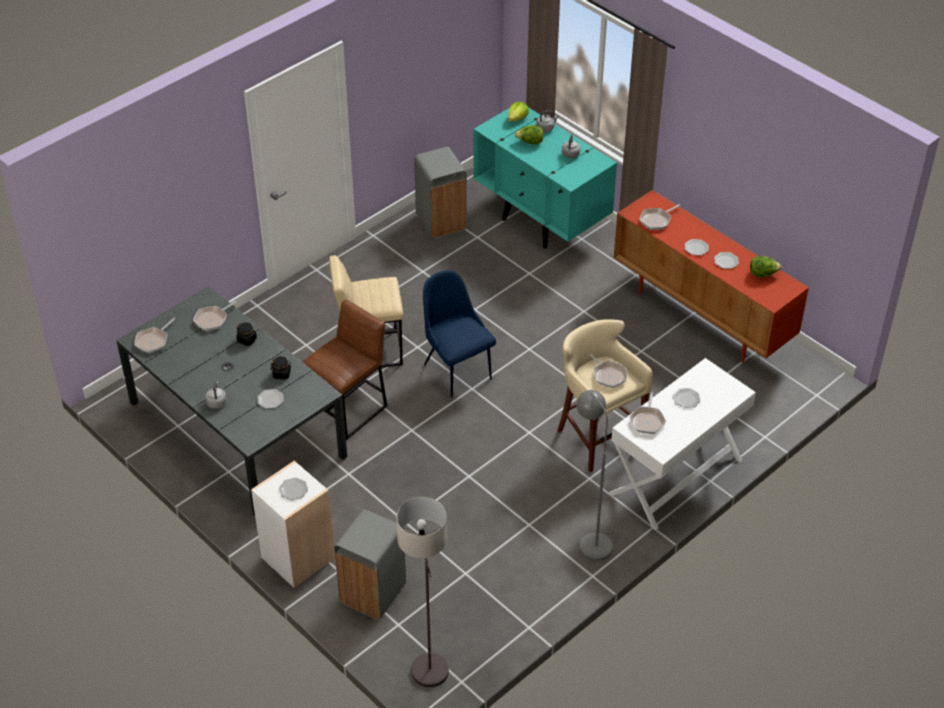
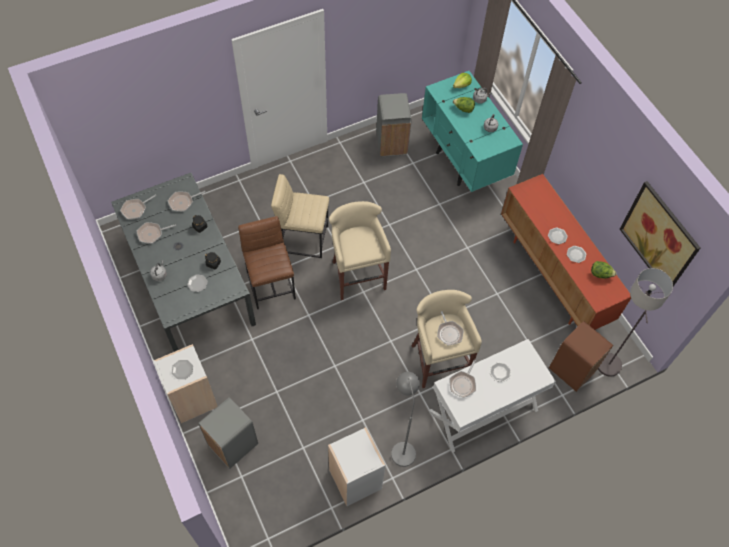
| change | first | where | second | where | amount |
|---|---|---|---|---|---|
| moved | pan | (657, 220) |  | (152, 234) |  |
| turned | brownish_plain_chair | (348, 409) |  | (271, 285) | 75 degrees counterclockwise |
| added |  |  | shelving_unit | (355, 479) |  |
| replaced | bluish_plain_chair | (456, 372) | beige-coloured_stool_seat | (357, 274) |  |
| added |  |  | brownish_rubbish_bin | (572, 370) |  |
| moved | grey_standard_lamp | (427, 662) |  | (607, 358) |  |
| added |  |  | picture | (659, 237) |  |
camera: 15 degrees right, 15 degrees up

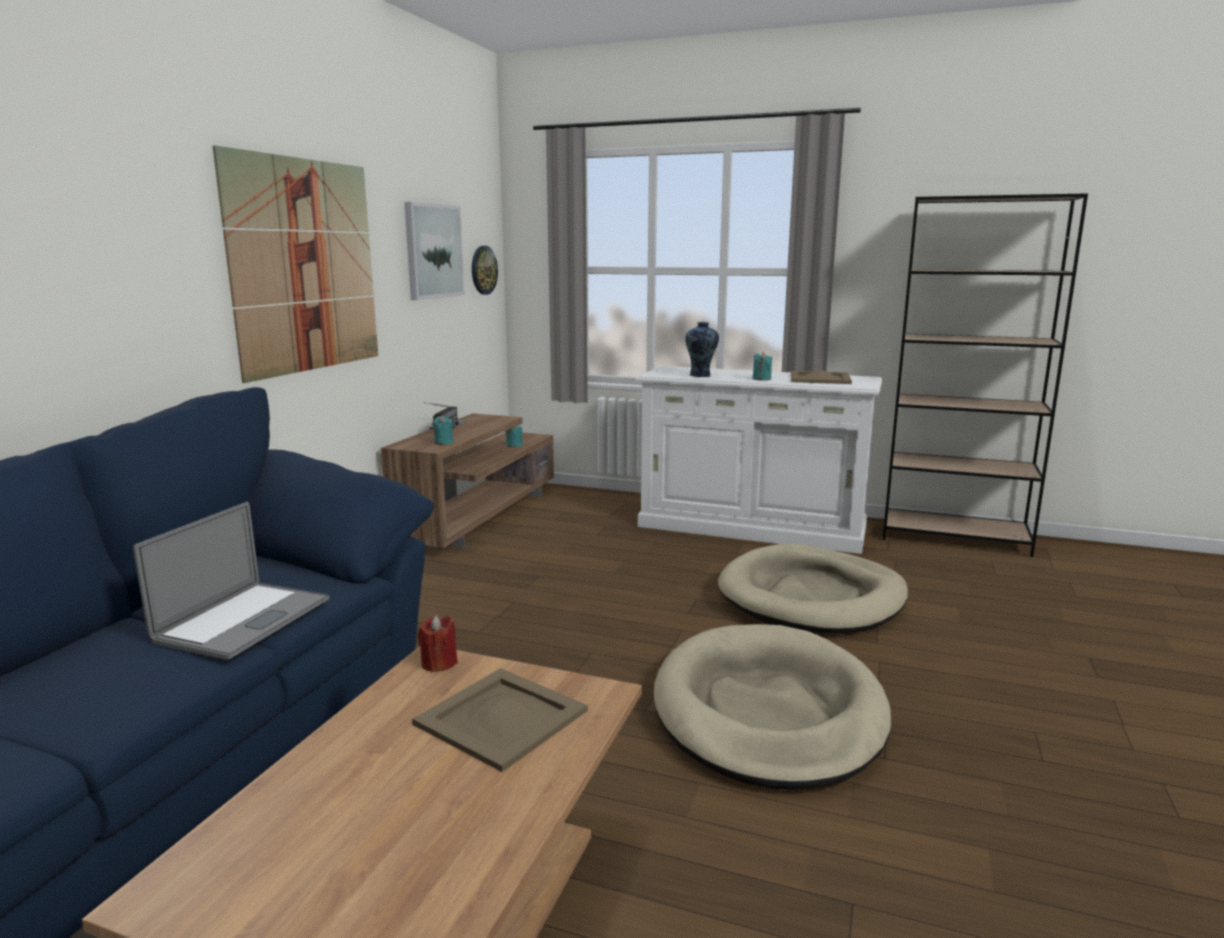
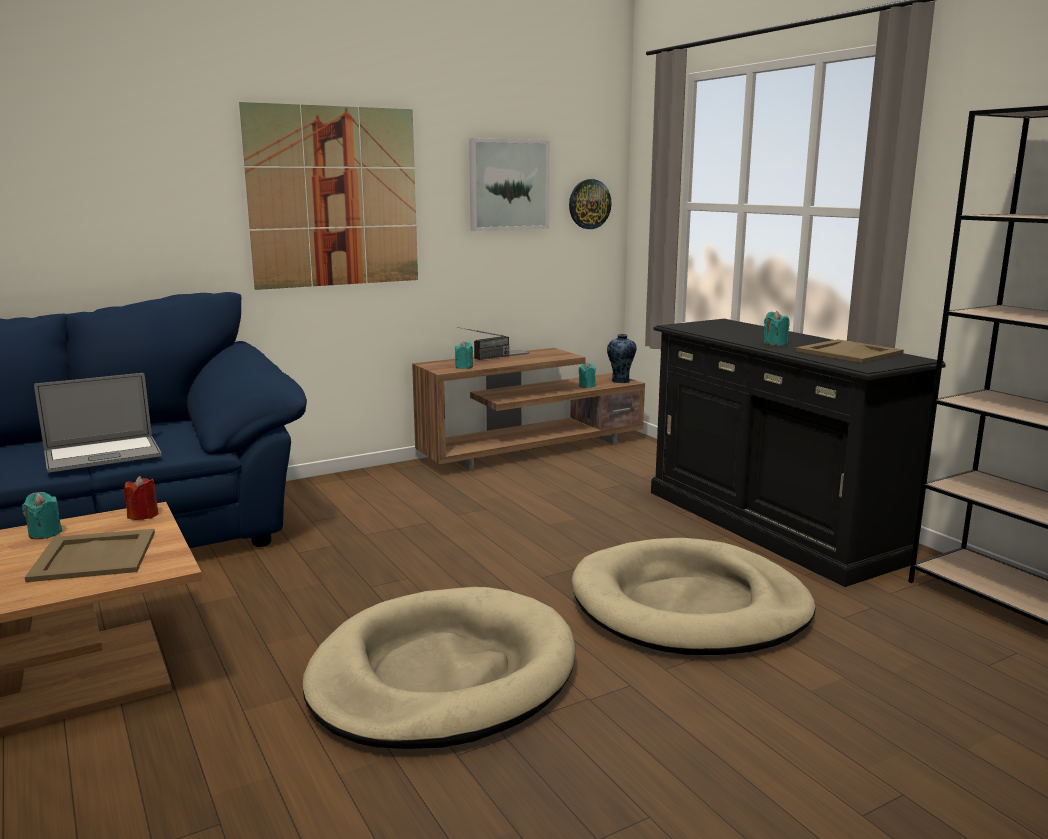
| change | first | where | second | where | amount |
|---|---|---|---|---|---|
| added |  |  | turquoise-coloured_candle | (45, 533) |  |
| moved | vase | (701, 375) |  | (620, 381) |  |
| recoloured | white-coloured_cupboard | (752, 527) | blackish_cupboard | (770, 525) |  |
camera: 40 degrees right, 0 degrees up

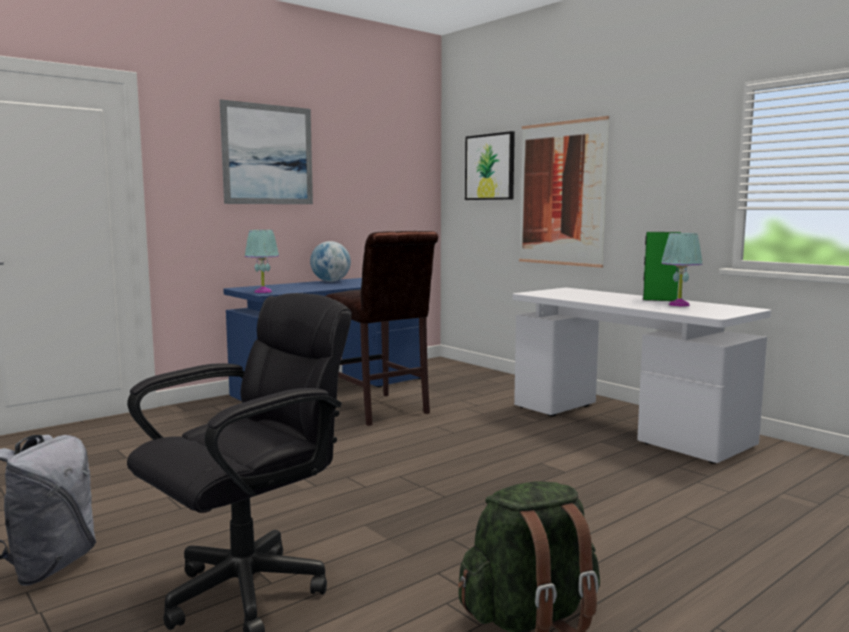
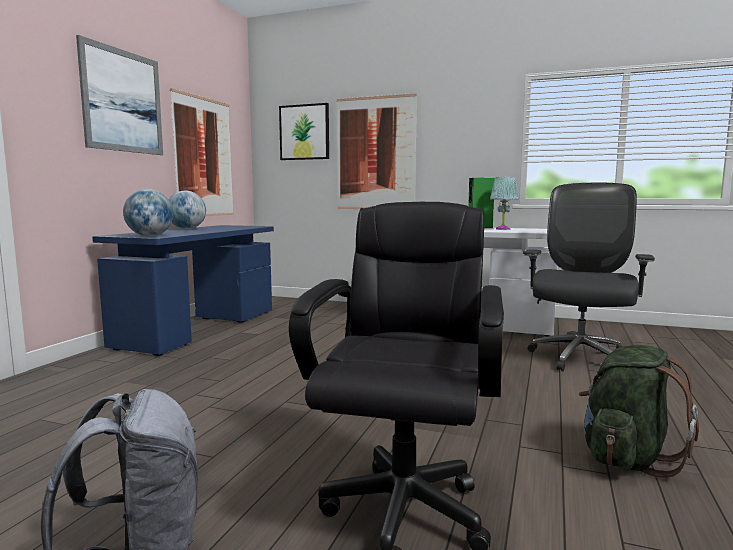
| change | first | where | second | where | amount |
|---|---|---|---|---|---|
| replaced | turquoise-coloured_lamp_for_a_table | (263, 292) | desk_globe | (150, 236) |  |
| added |  |  | picture | (203, 157) |  |
| added |  |  | desk_chair | (580, 357) |  |
| removed | brownish_stool_seat | (380, 411) |  |  |  |
camera: 30 degrees left, 0 degrees up

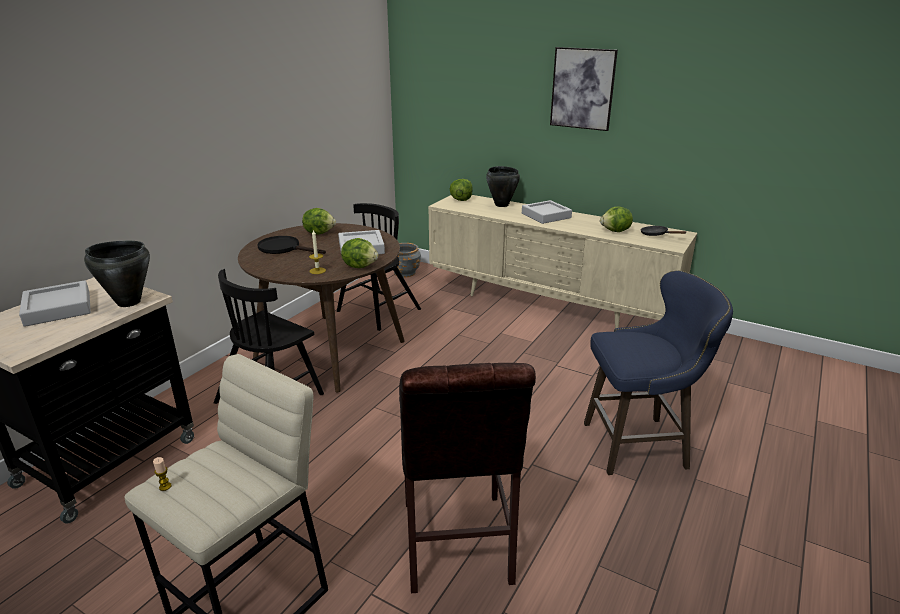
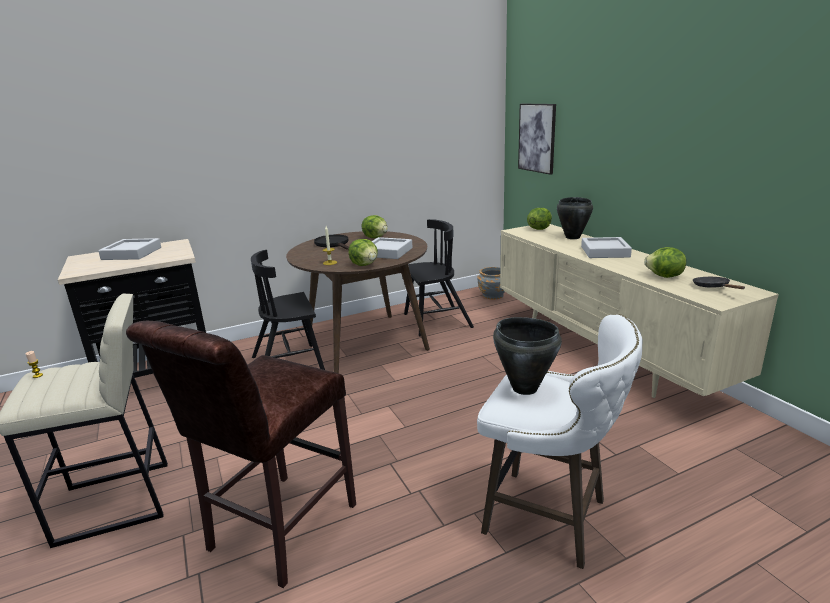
| change | first | where | second | where | amount |
|---|---|---|---|---|---|
| recoloured | bluish_stool_seat | (639, 445) | white-coloured_stool_seat | (551, 518) |  |
| moved | blackish_stockpot | (128, 302) |  | (524, 388) |  |
| moved | picture | (582, 88) |  | (537, 138) |  |
camera: 35 degrees right, 5 degrees down

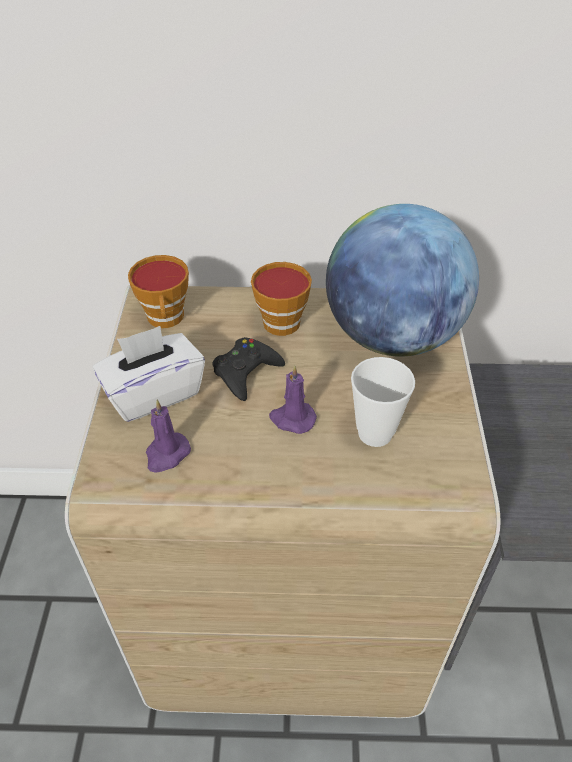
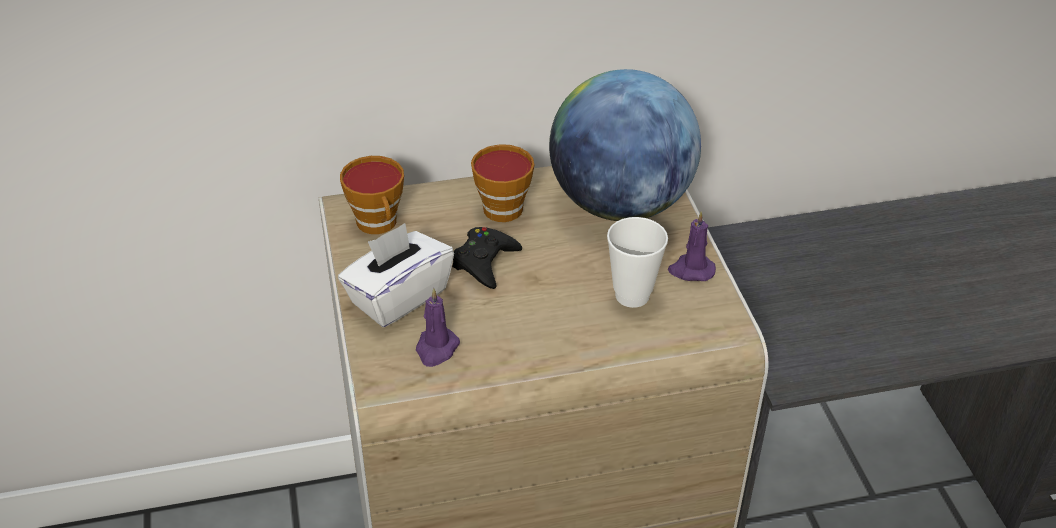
| change | first | where | second | where | amount |
|---|---|---|---|---|---|
| moved | purple-coloured_candle | (292, 419) |  | (691, 270) |  |
camera: 15 degrees left, 5 degrees down

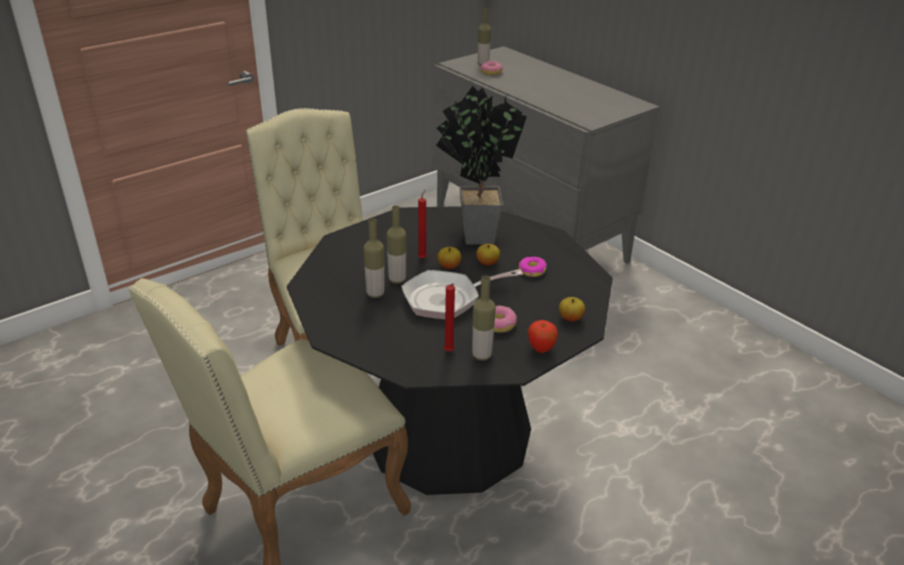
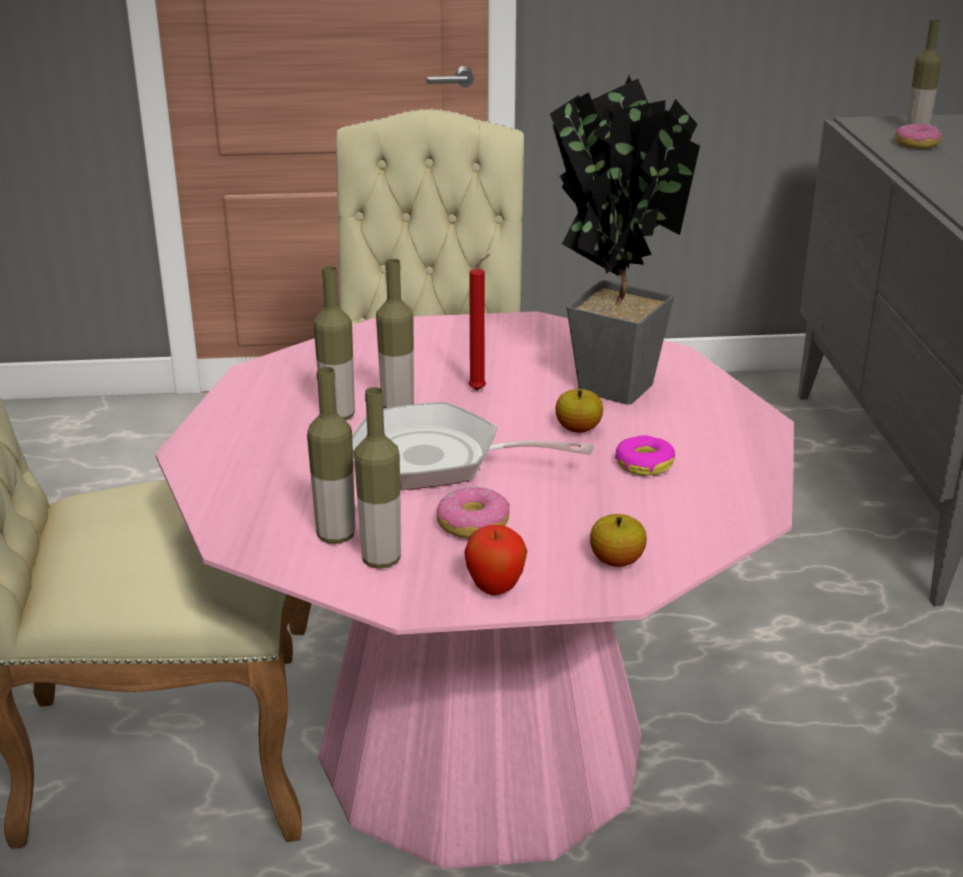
| change | first | where | second | where | amount |
|---|---|---|---|---|---|
| recoloured | blackish_dining_table | (448, 432) | pink-coloured_dining_table | (481, 746) |  |
| replaced | red_candle | (449, 352) | beverage_bottle | (336, 535) |  |
| removed | apple | (449, 266) |  |  |  |
camera: 35 degrees right, 5 degrees down

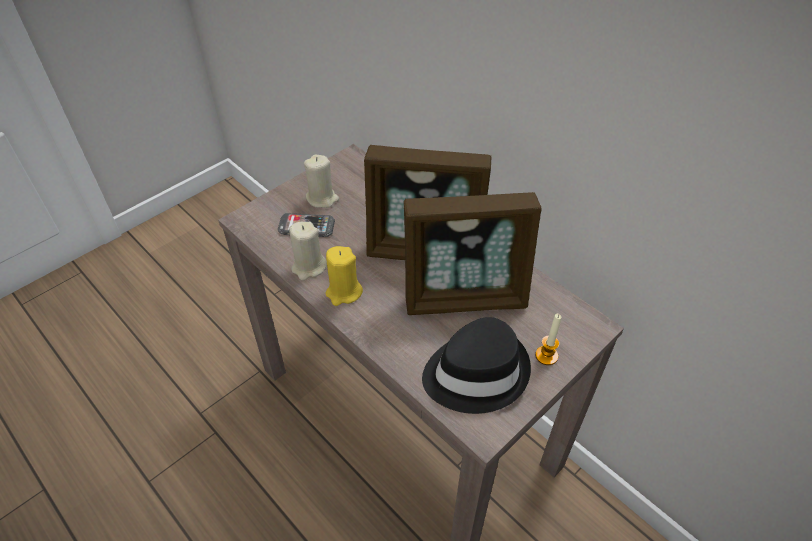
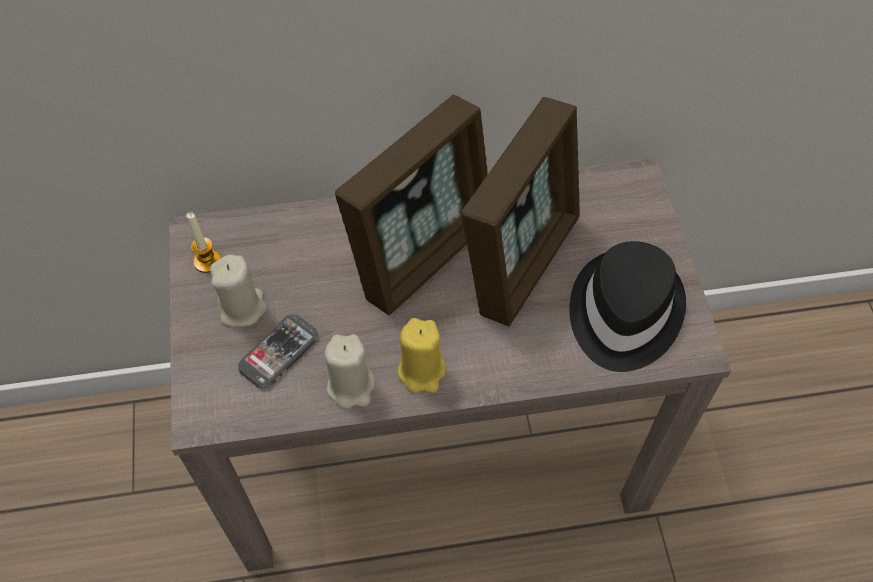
| change | first | where | second | where | amount |
|---|---|---|---|---|---|
| moved | candle | (546, 356) |  | (207, 261) |  |
camera: 55 degrees left, 10 degrees up

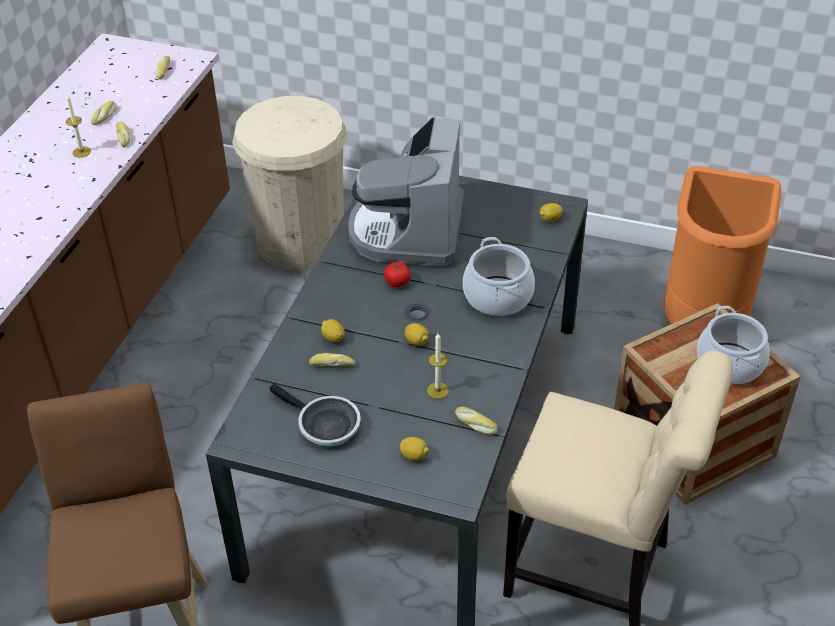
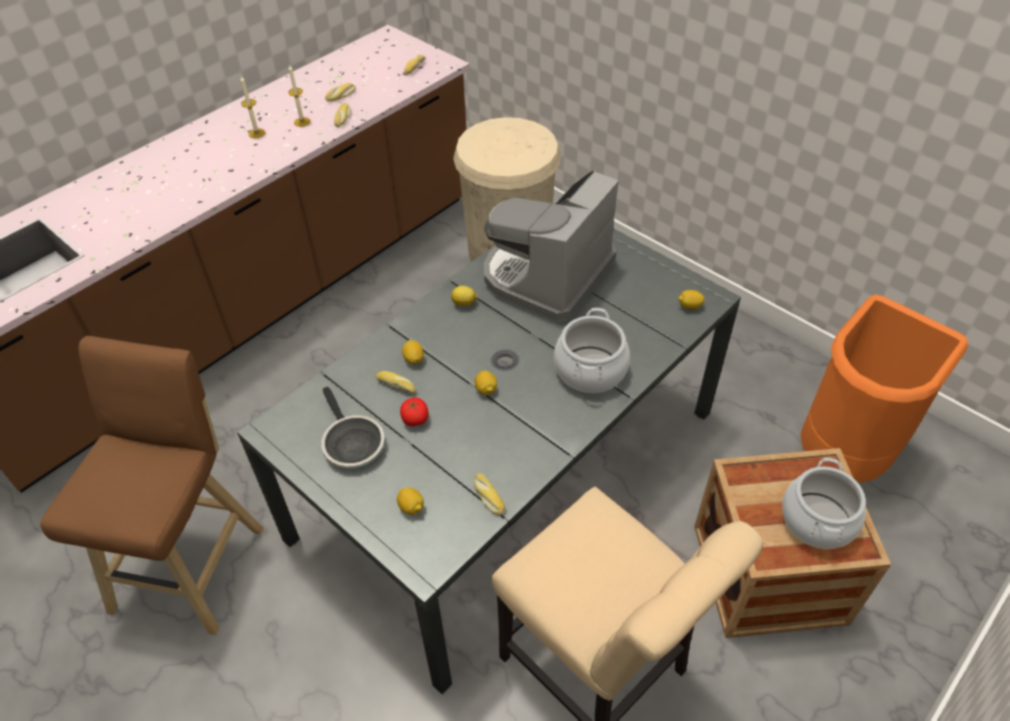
| change | first | where | second | where | amount |
|---|---|---|---|---|---|
| moved | candle | (438, 390) |  | (257, 133) |  |
| moved | fresh_tomato | (397, 282) |  | (415, 419) |  |
| added |  |  | whole_lemon | (464, 303) |  |
camera: 25 degrees right, 5 degrees up

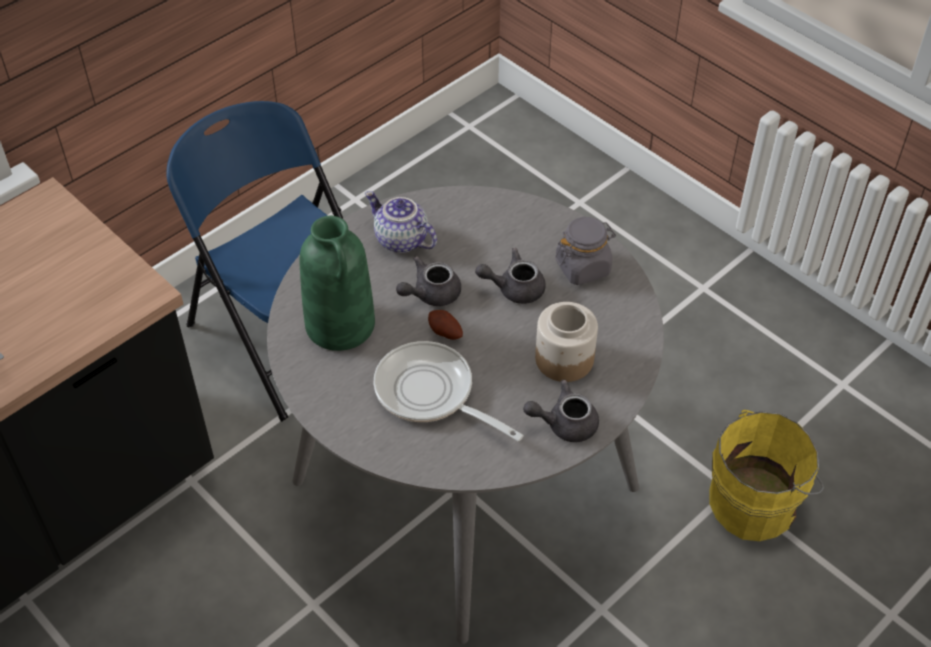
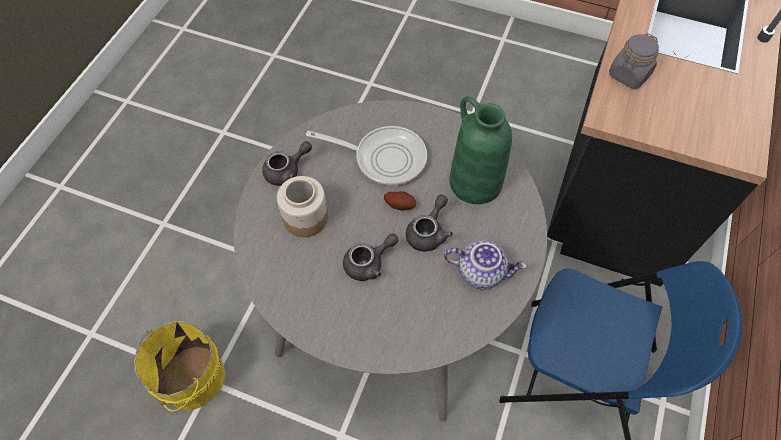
| change | first | where | second | where | amount |
|---|---|---|---|---|---|
| moved | grey_preserve_jar | (583, 267) |  | (629, 75) |  |
camera: 155 degrees right, 10 degrees up

